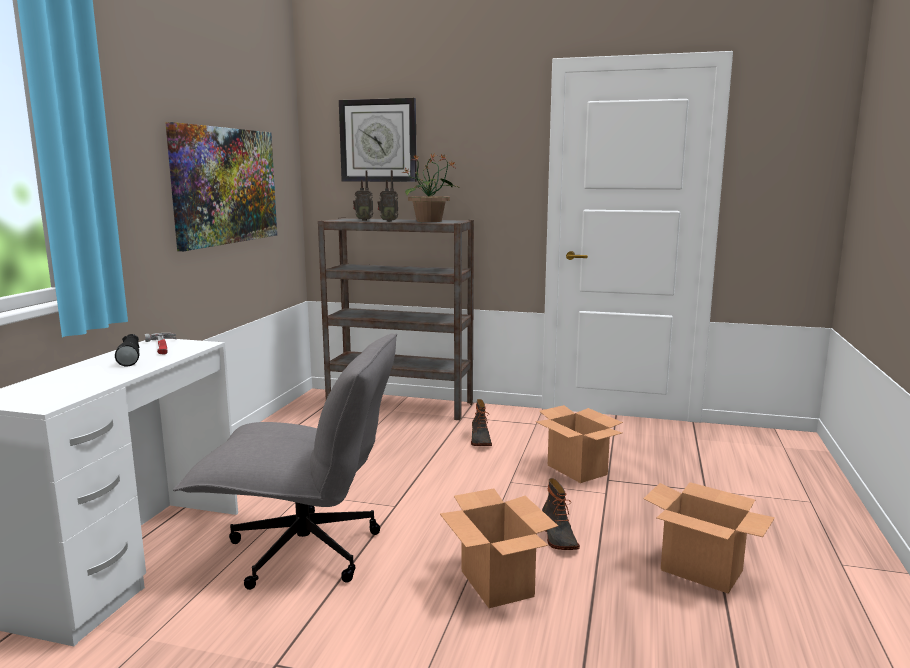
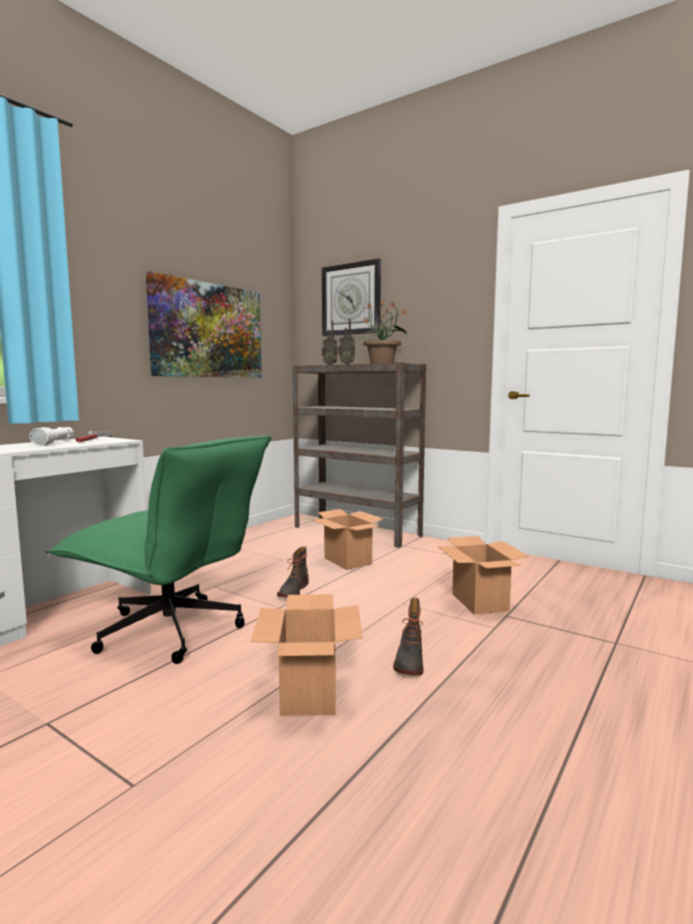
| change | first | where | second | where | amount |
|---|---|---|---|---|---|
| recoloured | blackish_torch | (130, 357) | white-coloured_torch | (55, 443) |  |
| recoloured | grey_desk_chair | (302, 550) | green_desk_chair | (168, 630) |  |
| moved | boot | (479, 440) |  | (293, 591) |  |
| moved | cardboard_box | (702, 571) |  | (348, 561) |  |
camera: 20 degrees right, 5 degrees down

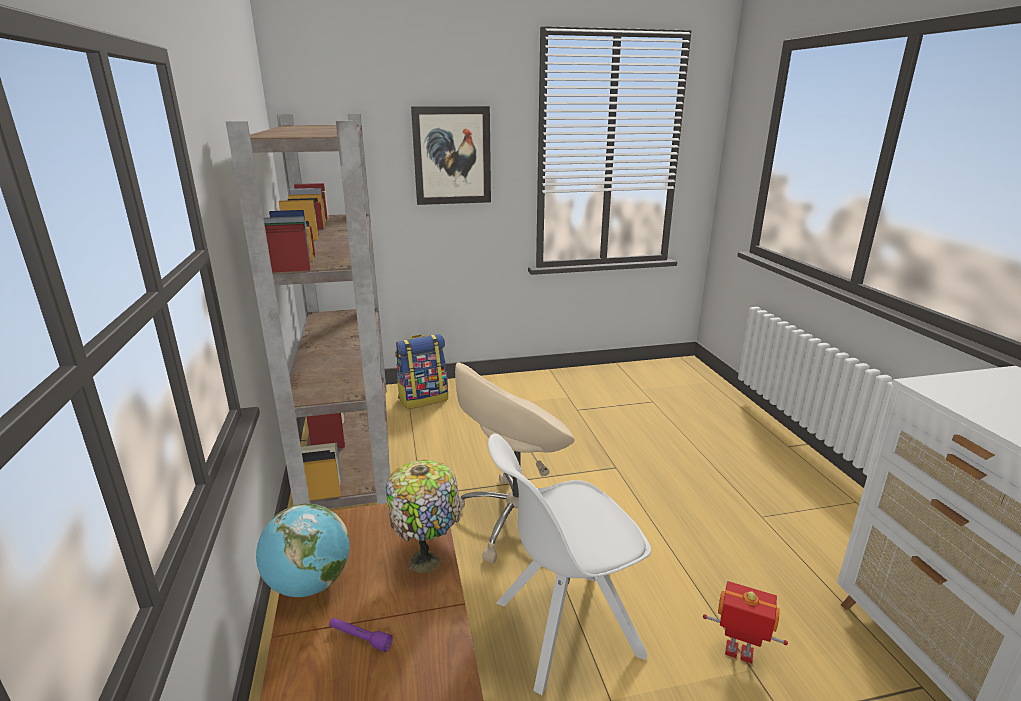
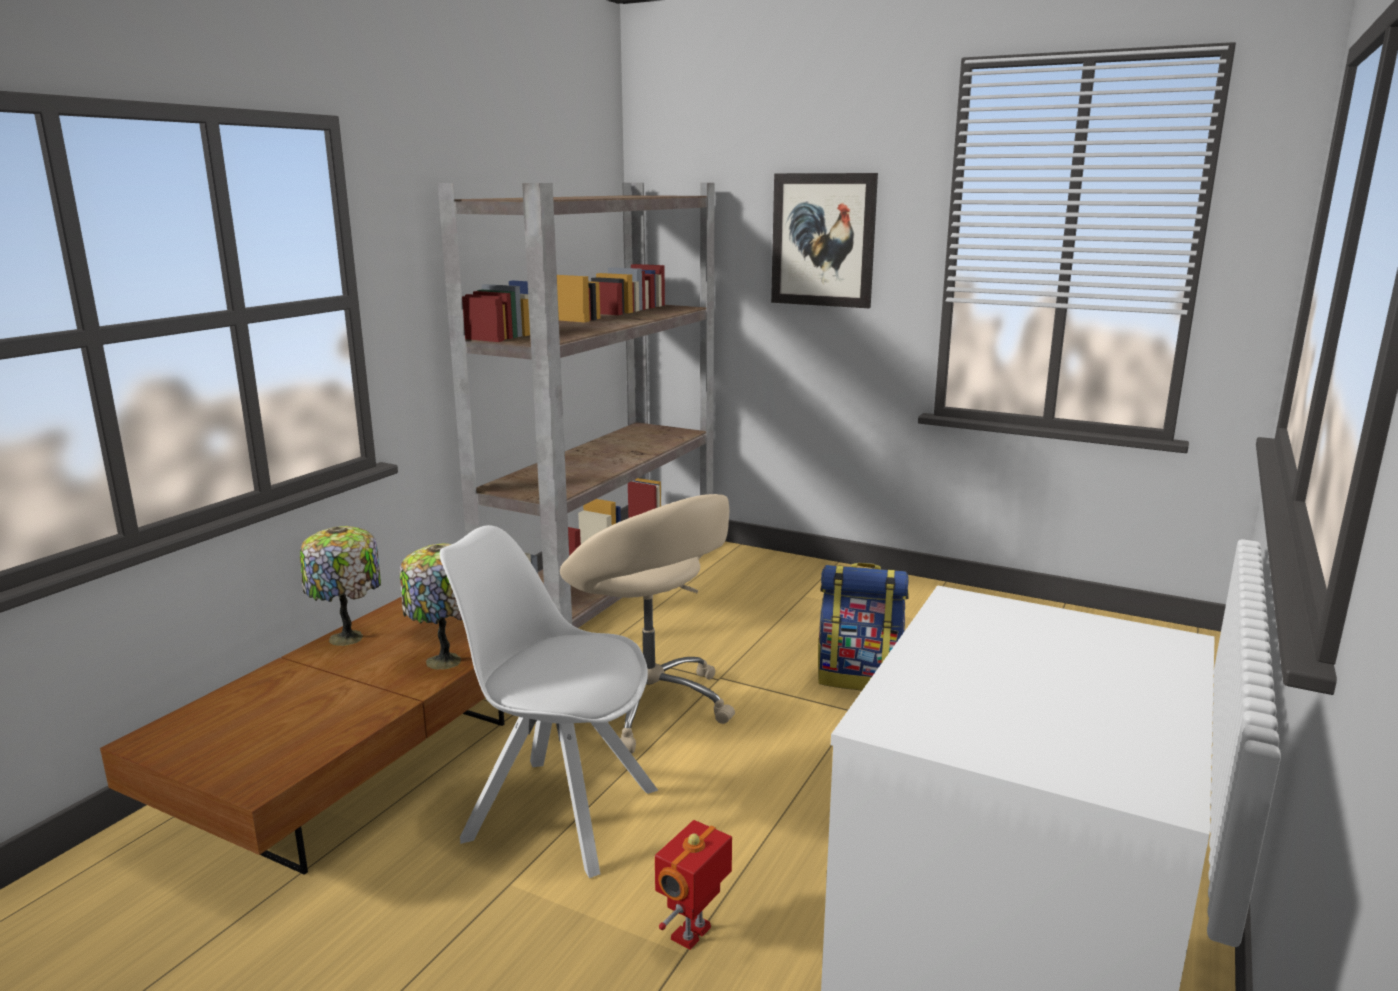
| change | first | where | second | where | amount |
|---|---|---|---|---|---|
| replaced | desk_globe | (309, 584) | lamp_for_a_table | (348, 638) |  |
| turned | beige-coloured_desk_chair | (512, 521) |  | (650, 708) | 135 degrees counterclockwise |
| turned | toy_robot | (738, 654) |  | (693, 934) | 120 degrees counterclockwise |
| moved | backpack | (423, 399) |  | (859, 677) |  |
| removed | purple-coloured_torch | (360, 638) |  |  |  |
camera: 40 degrees right, 5 degrees down

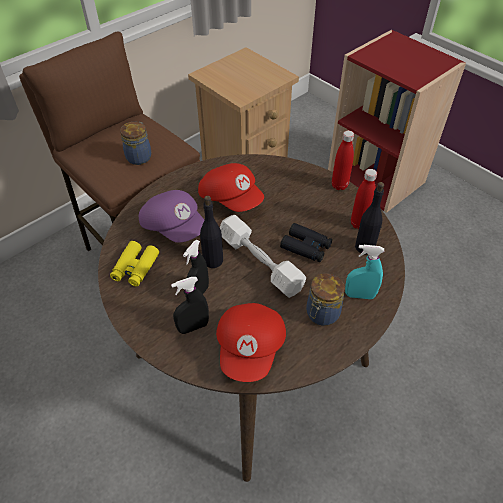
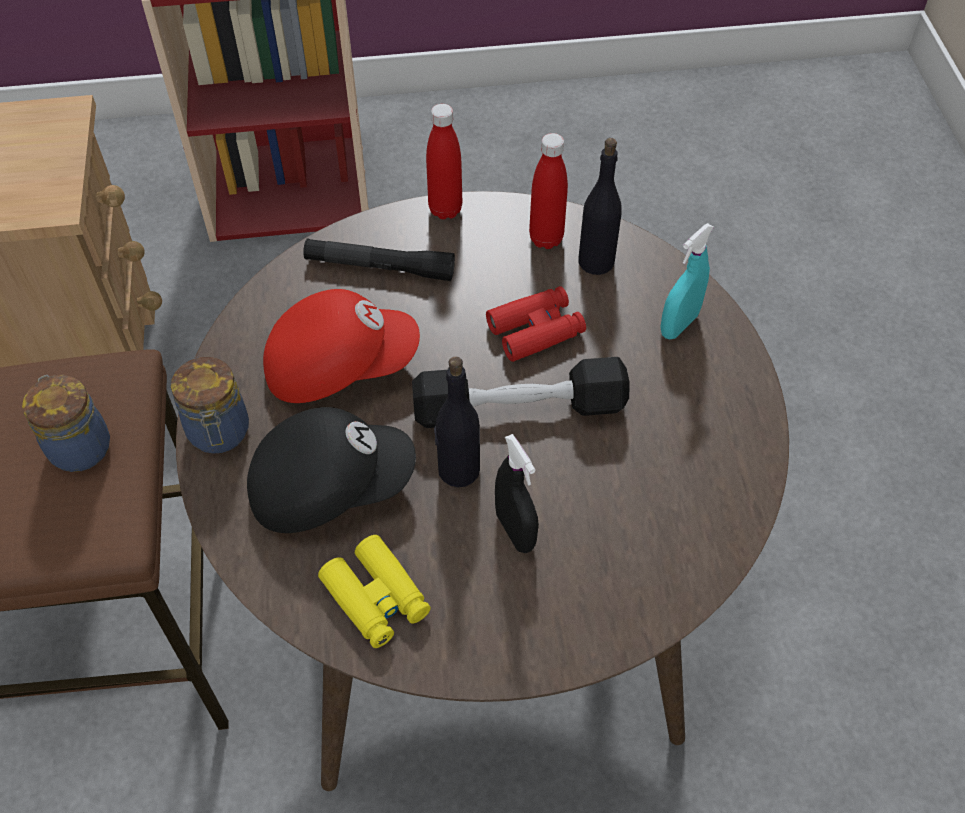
| change | first | where | second | where | amount |
|---|---|---|---|---|---|
| moved | preserve_jar | (321, 314) |  | (219, 433) |  |
| recoloured | purple-coloured_cap | (174, 227) | blackish_cap | (329, 485) |  |
| added |  |  | blackish_torch | (379, 267) |  |
| recoloured | white-coloured_dumbbell | (260, 263) | blackish_dumbbell | (519, 408) |  |
| recoloured | blackish_pair_of_binoculars | (306, 247) | red_pair_of_binoculars | (536, 330) |  |
| removed | blackish_spray_bottle | (193, 327) |  |  |  |
| removed | red_cap | (251, 348) |  |  |  |
camera: 55 degrees left, 5 degrees up

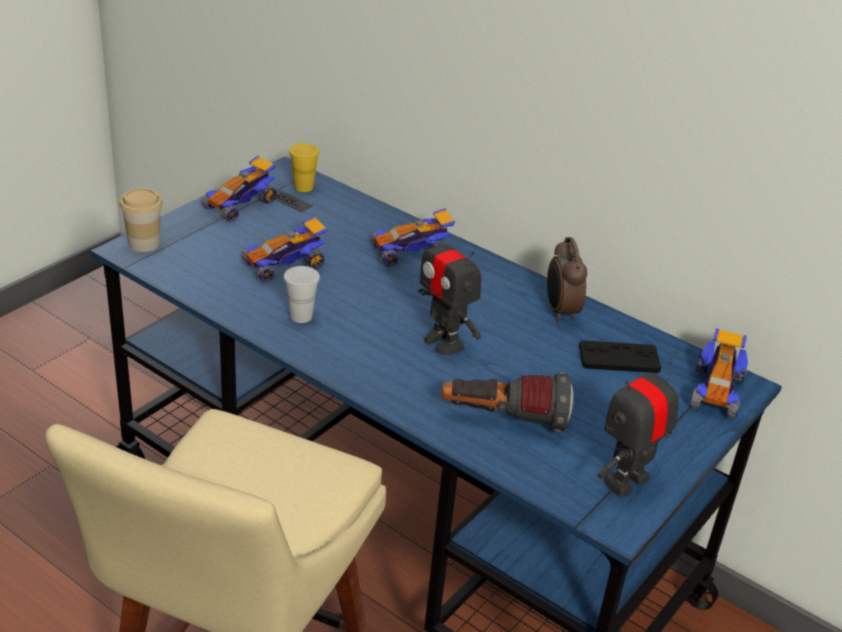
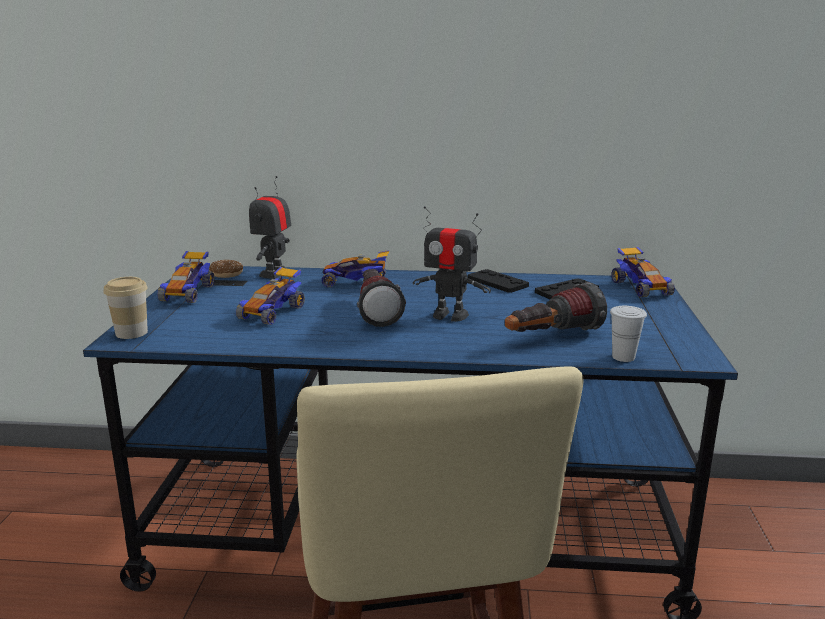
| change | first | where | second | where | amount |
|---|---|---|---|---|---|
| replaced | yellow-coloured_drinking_cup | (303, 187) | ring_doughnut | (226, 274) |  |
| moved | toy_robot | (626, 481) |  | (273, 274) |  |
| turned | miniature_car | (411, 252) |  | (356, 283) | 60 degrees clockwise |
| added |  |  | torch | (376, 311) |  |
| replaced | alarm_clock | (560, 311) | blackish_gamepad | (497, 282) |  |
| moved | white-coloured_drinking_cup | (301, 316) |  | (623, 357) |  |
camera: 30 degrees left, 15 degrees down

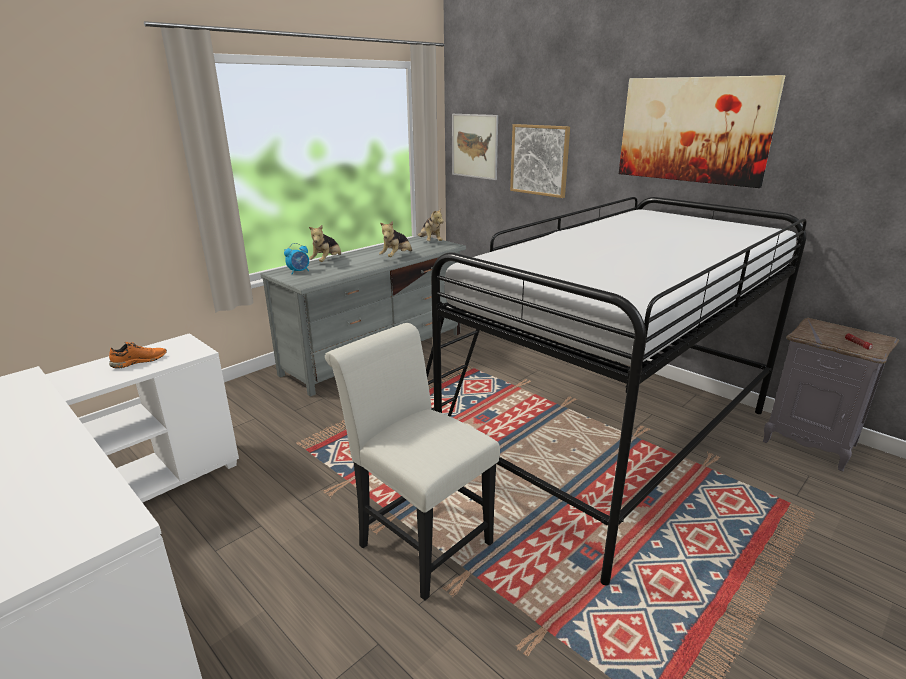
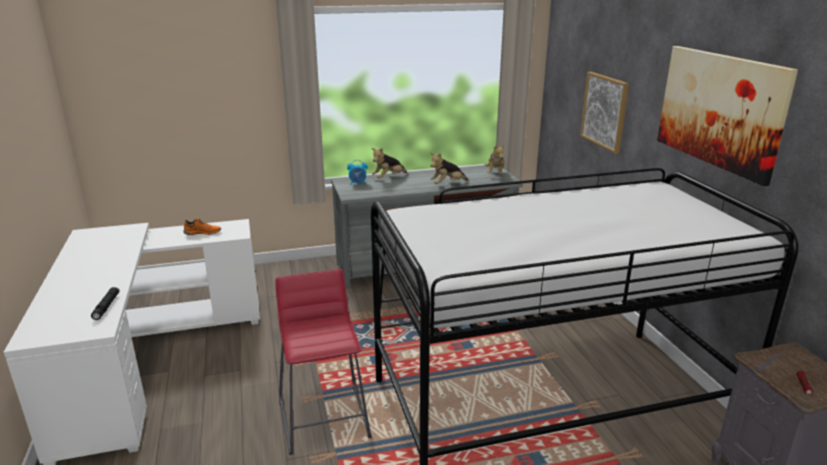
| change | first | where | second | where | amount |
|---|---|---|---|---|---|
| added |  |  | blackish_torch | (106, 306) |  |
| replaced | white-coloured_plain_chair | (418, 539) | red_stool_seat | (324, 418) |  |
| removed | picture | (474, 146) |  |  |  |
camera: 30 degrees right, 0 degrees up

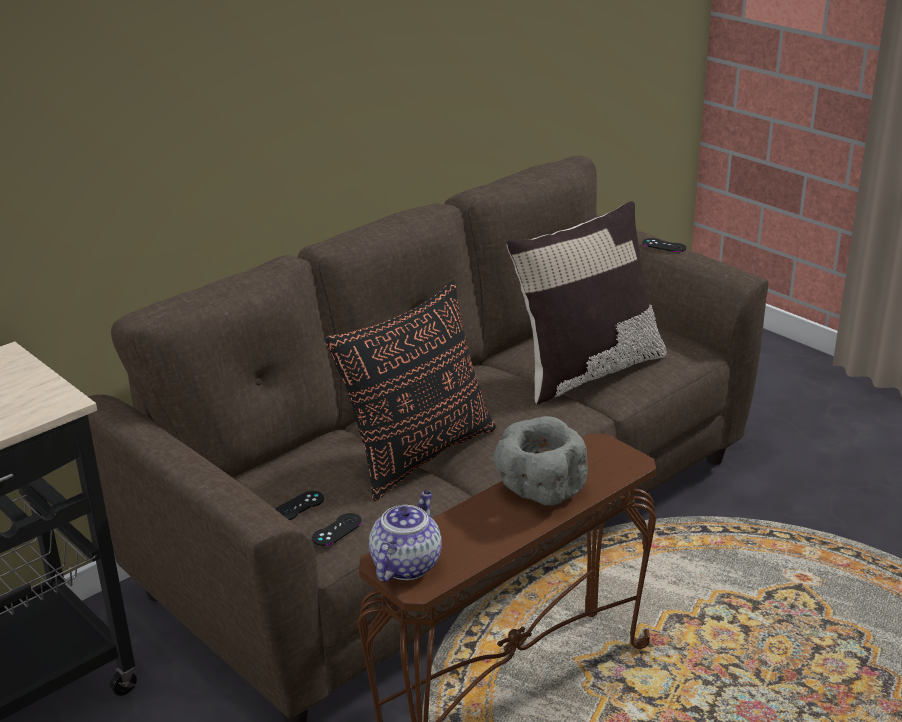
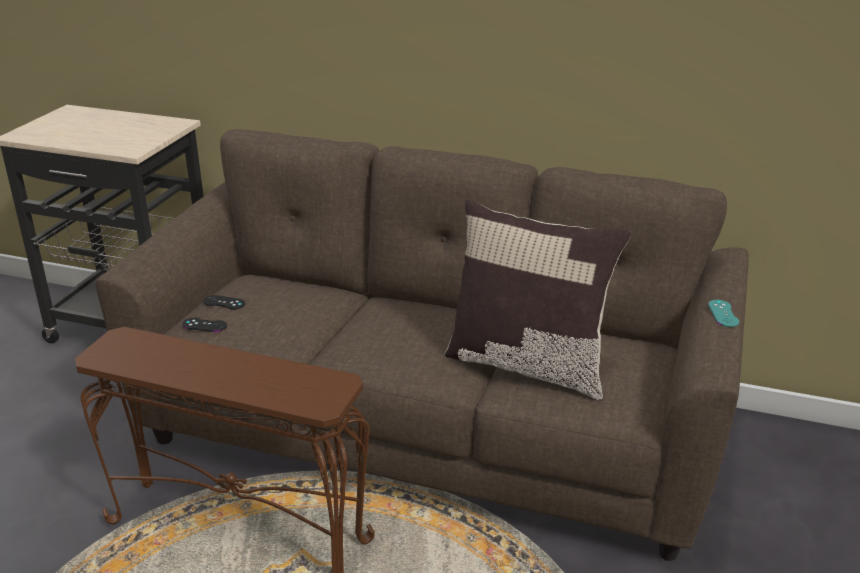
| change | first | where | second | where | amount |
|---|---|---|---|---|---|
| recoloured | blackish_gamepad | (664, 245) | turquoise-coloured_gamepad | (723, 313) |  |
| removed | blackish_throw_pillow | (420, 455) |  |  |  |
| removed | teapot | (406, 564) |  |  |  |
| removed | grey_bowl | (539, 490) |  |  |  |
camera: 60 degrees right, 0 degrees up

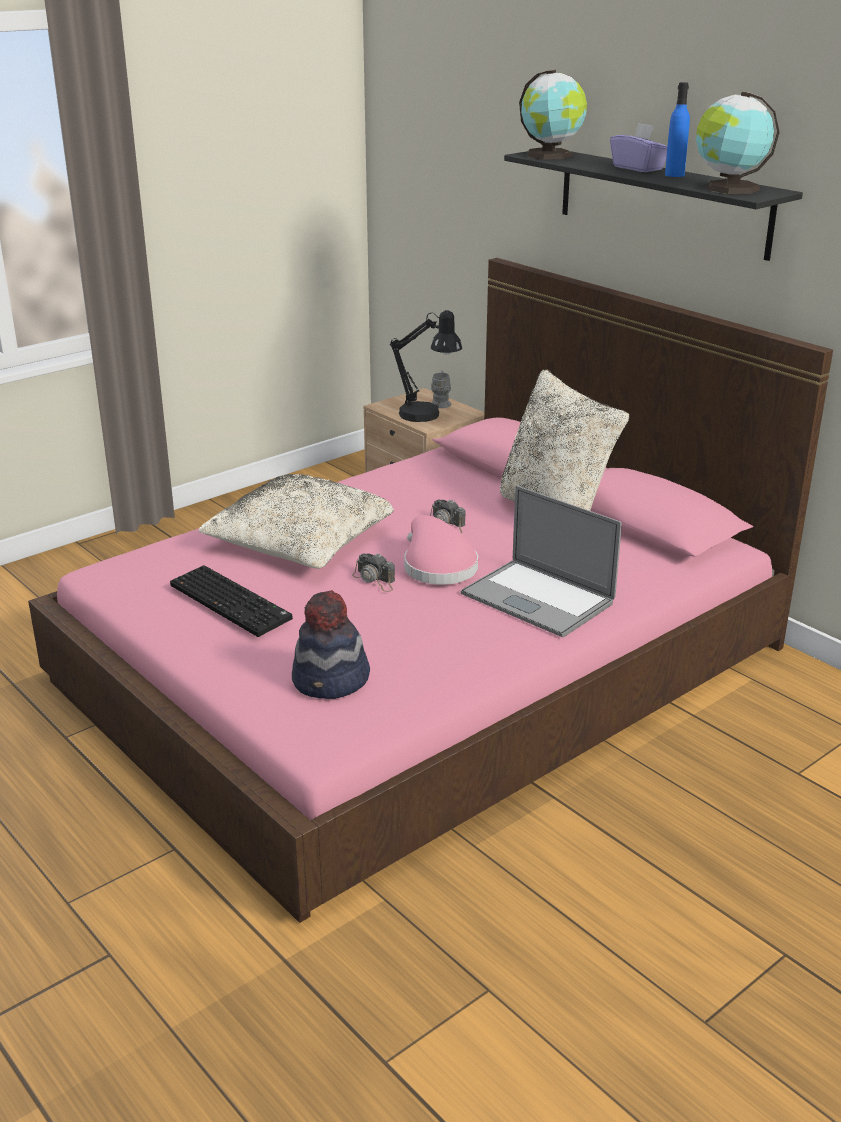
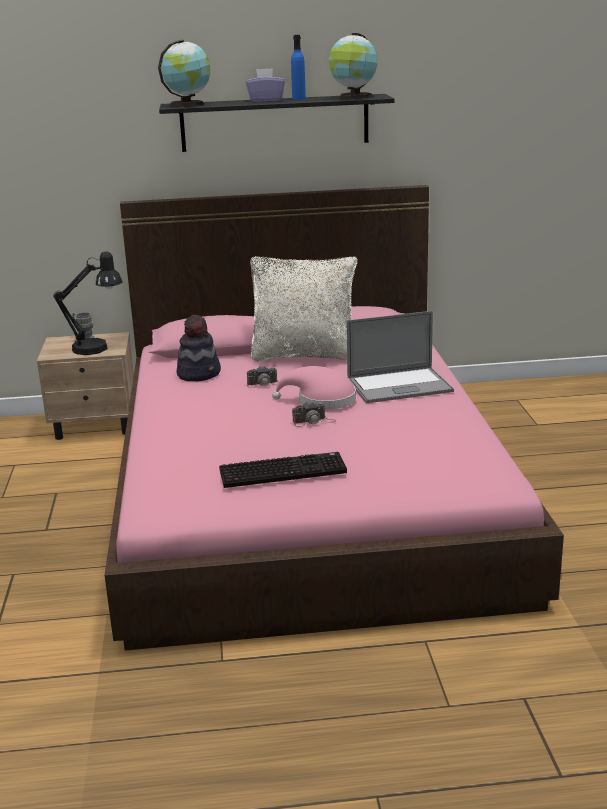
| change | first | where | second | where | amount |
|---|---|---|---|---|---|
| moved | hat | (331, 681) |  | (199, 374) |  |
| removed | beige-coloured_throw_pillow | (301, 540) |  |  |  |
camera: 55 degrees left, 5 degrees down

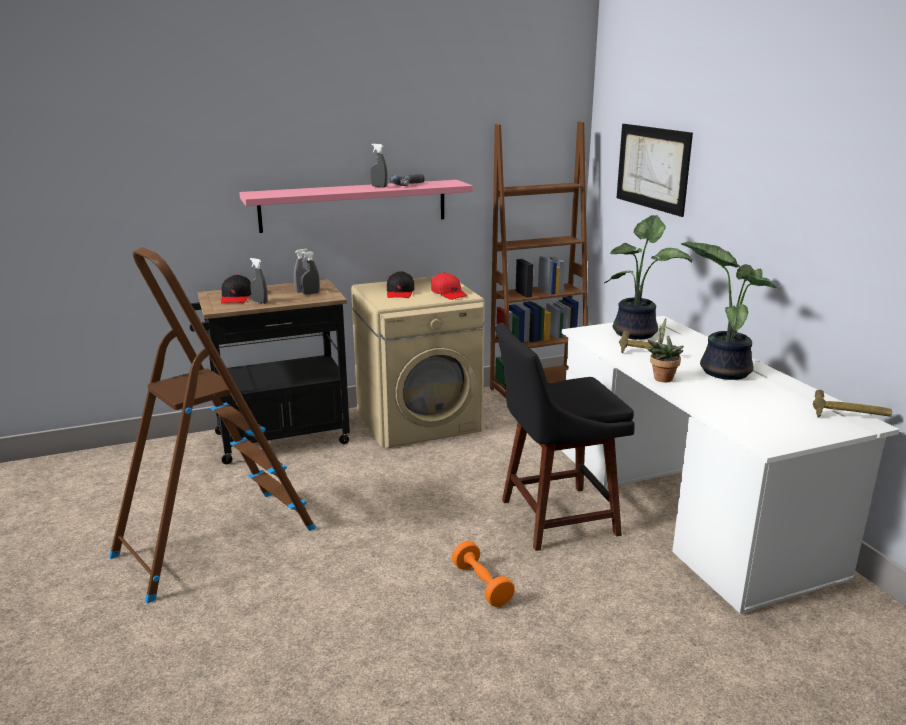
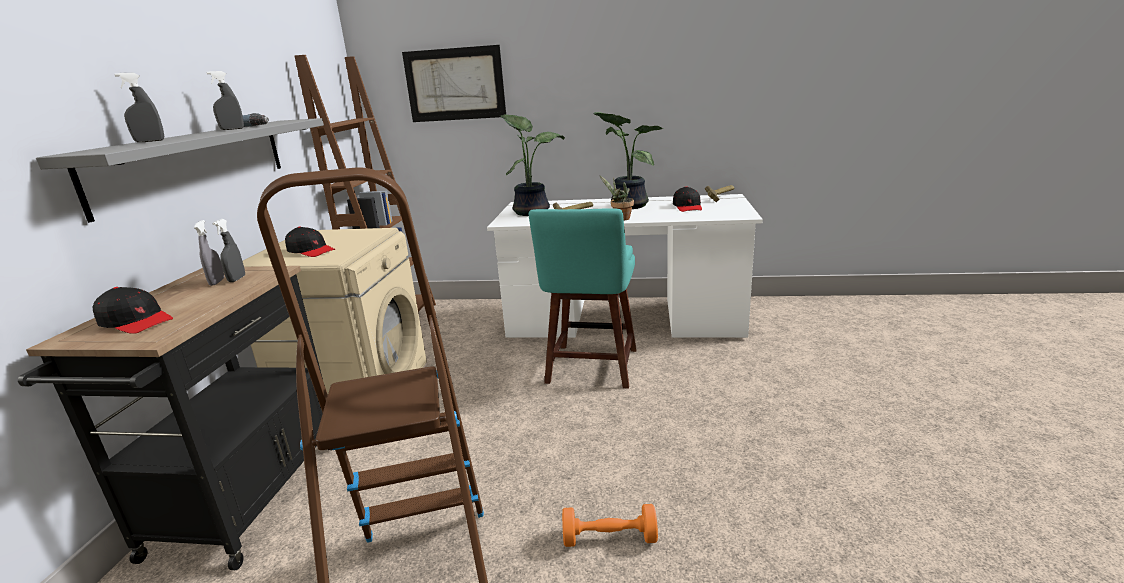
| change | first | where | second | where | amount |
|---|---|---|---|---|---|
| recoloured | pink-coloured_bracket_shelf | (354, 205) | grey_bracket_shelf | (195, 162) |  |
| moved | grey_spray_bottle | (260, 302) |  | (150, 141) |  |
| recoloured | blackish_stool_seat | (553, 517) | turquoise-coloured_stool_seat | (591, 368) |  |
| moved | orange-coloured_dumbbell | (482, 585) |  | (609, 538) |  |
| added |  |  | blackish_cap | (687, 207) |  |
| removed | red_cap | (449, 293) |  |  |  |
camera: 60 degrees left, 0 degrees up

